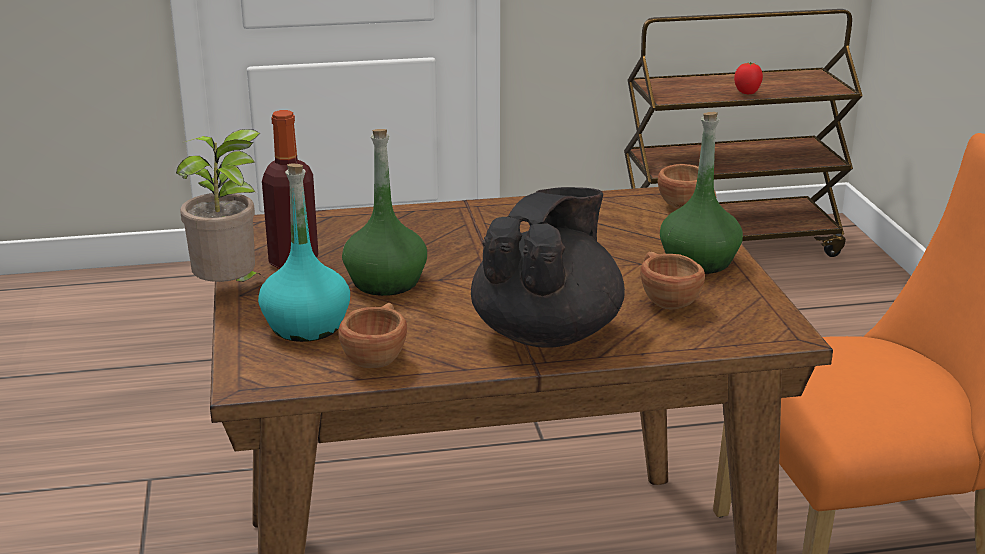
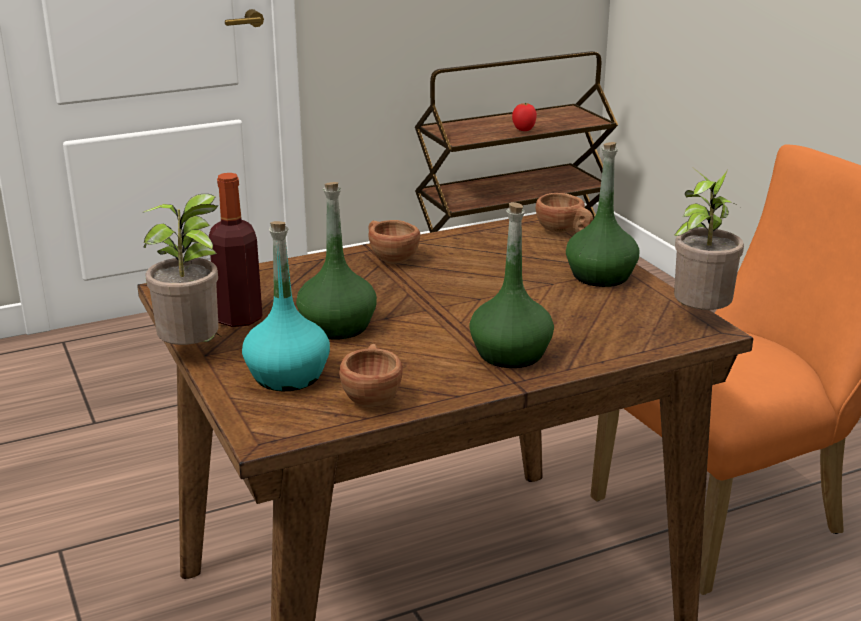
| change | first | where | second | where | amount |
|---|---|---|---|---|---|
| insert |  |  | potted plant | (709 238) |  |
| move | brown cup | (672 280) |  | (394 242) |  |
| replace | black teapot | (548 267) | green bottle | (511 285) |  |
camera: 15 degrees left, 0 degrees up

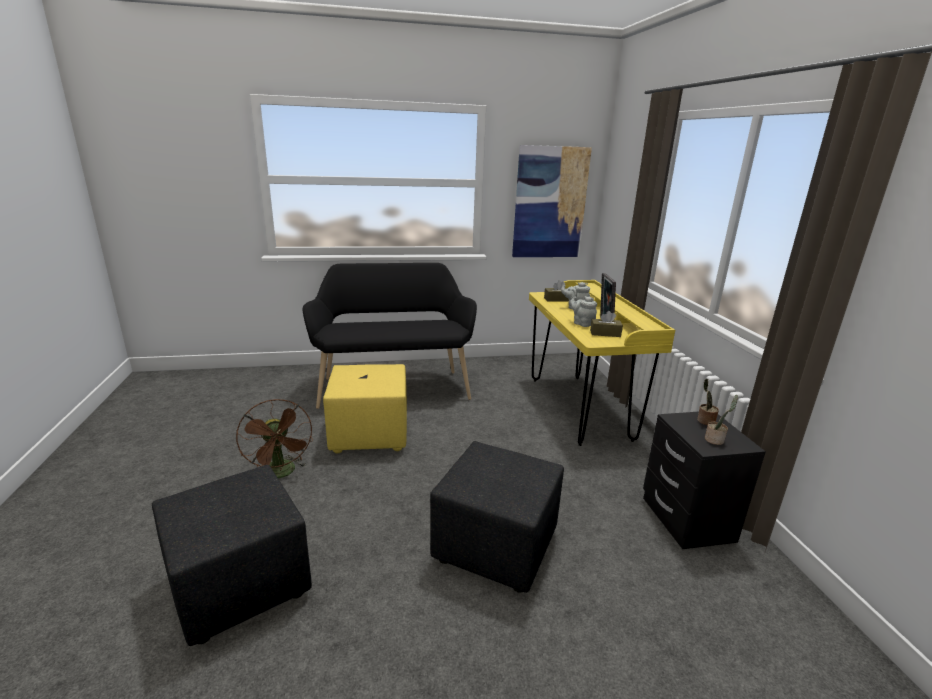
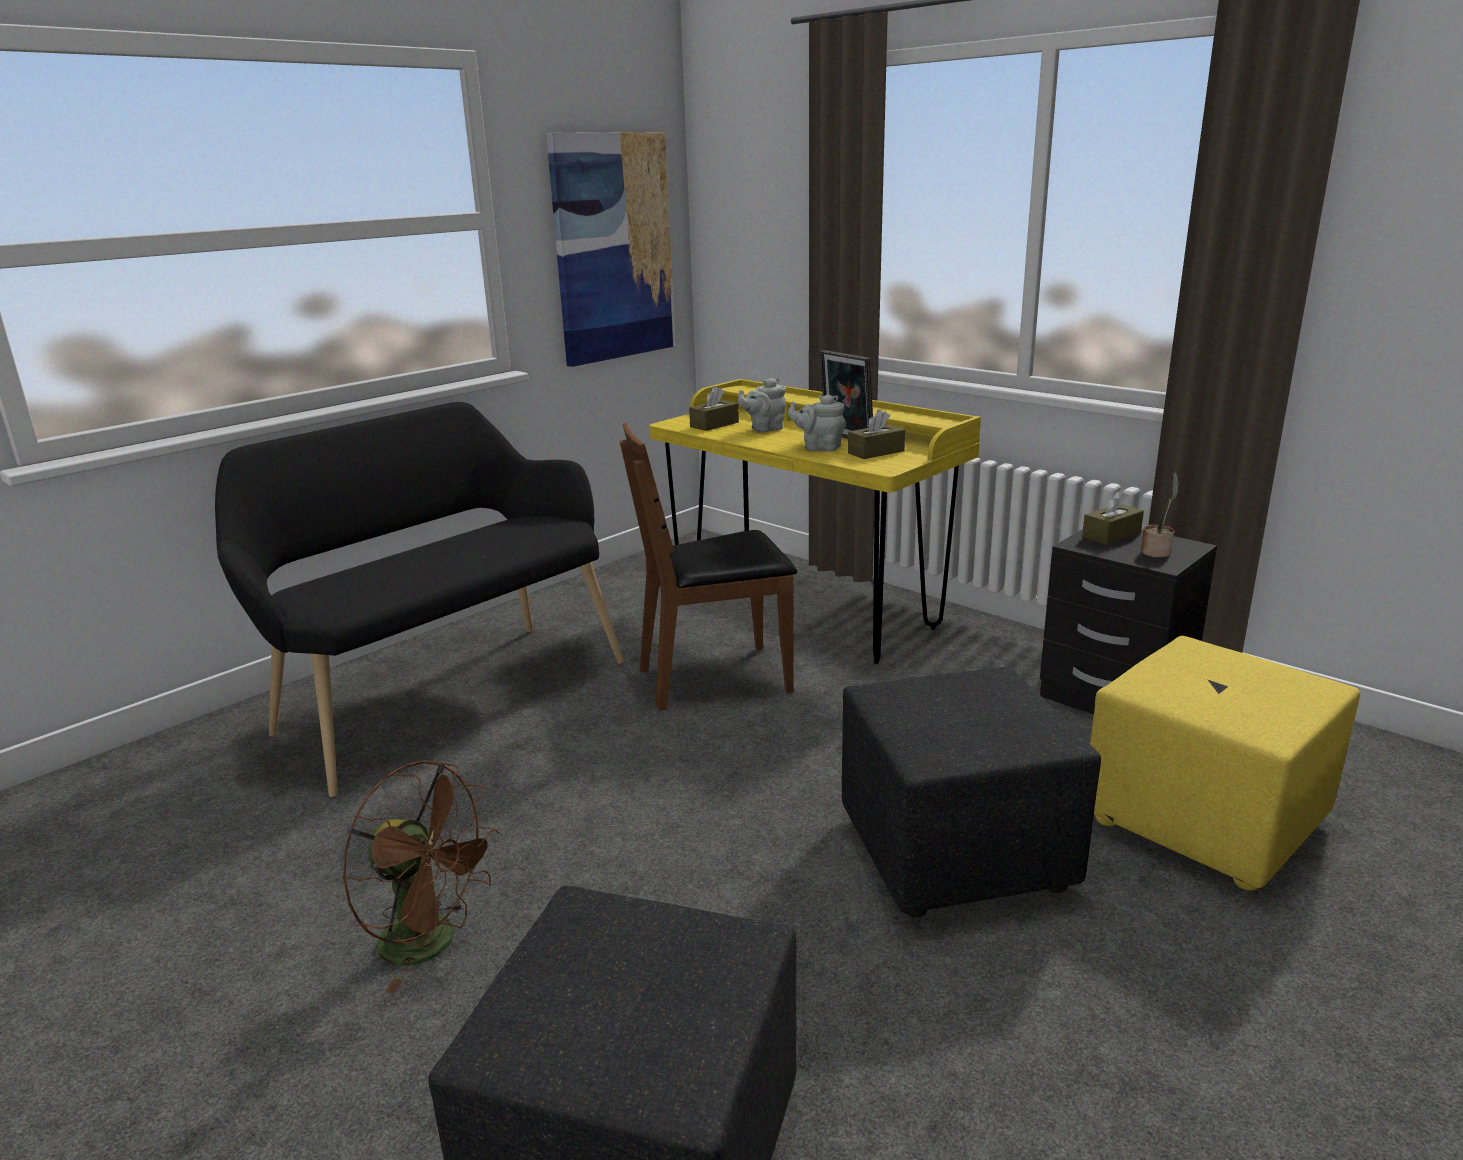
| change | first | where | second | where | amount |
|---|---|---|---|---|---|
| insert |  |  | brown chair | (708 567) |  |
| move | yellow ottoman | (365 408) |  | (1225 763) |  |
| replace | potted plant | (708 402) | brown tissue box | (1113 517) |  |
camera: 35 degrees left, 0 degrees up

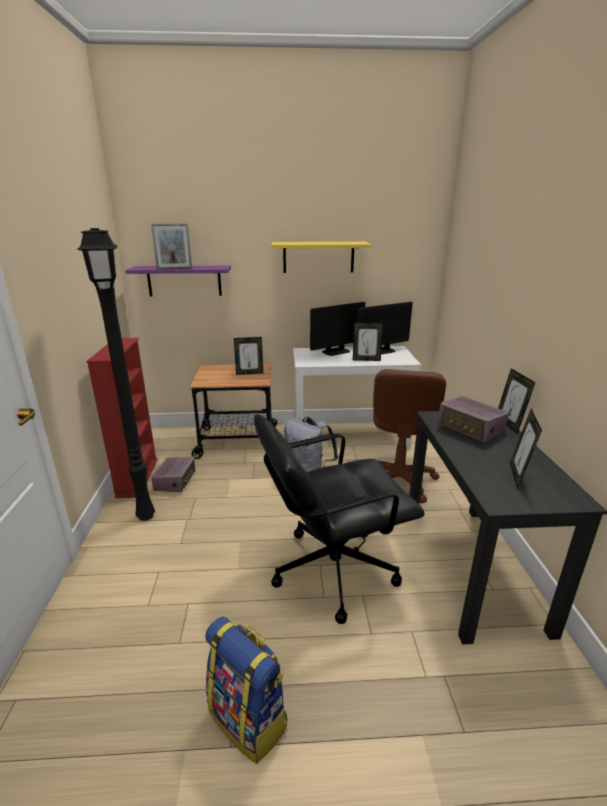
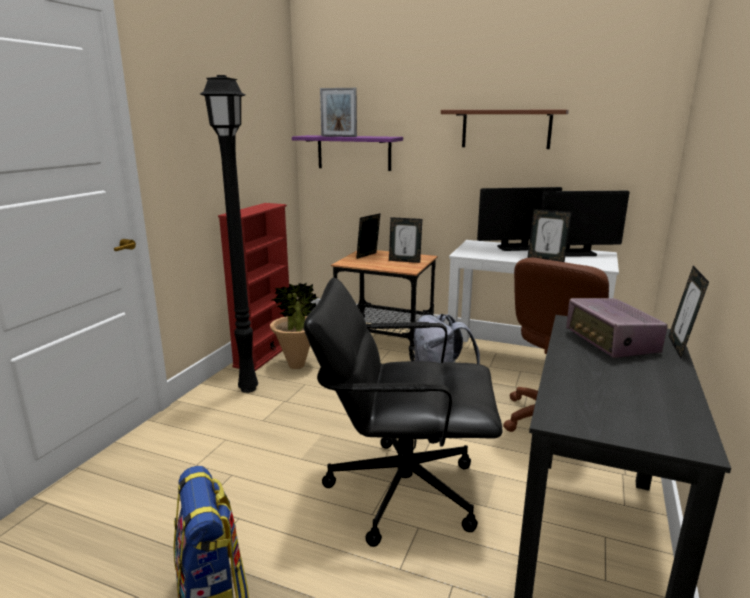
| change | first | where | second | where | amount |
|---|---|---|---|---|---|
| move | picture frame | (526 449) |  | (368 236) |  |
| replace | radio | (173 474) | potted plant | (294 326) |  |
| recolor | yellow shelf | (321 257) | brown shelf | (505 129) |  |
camera: 25 degrees right, 5 degrees down

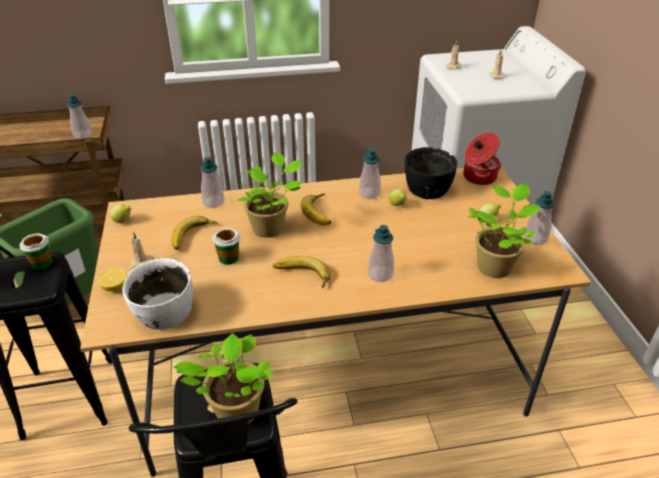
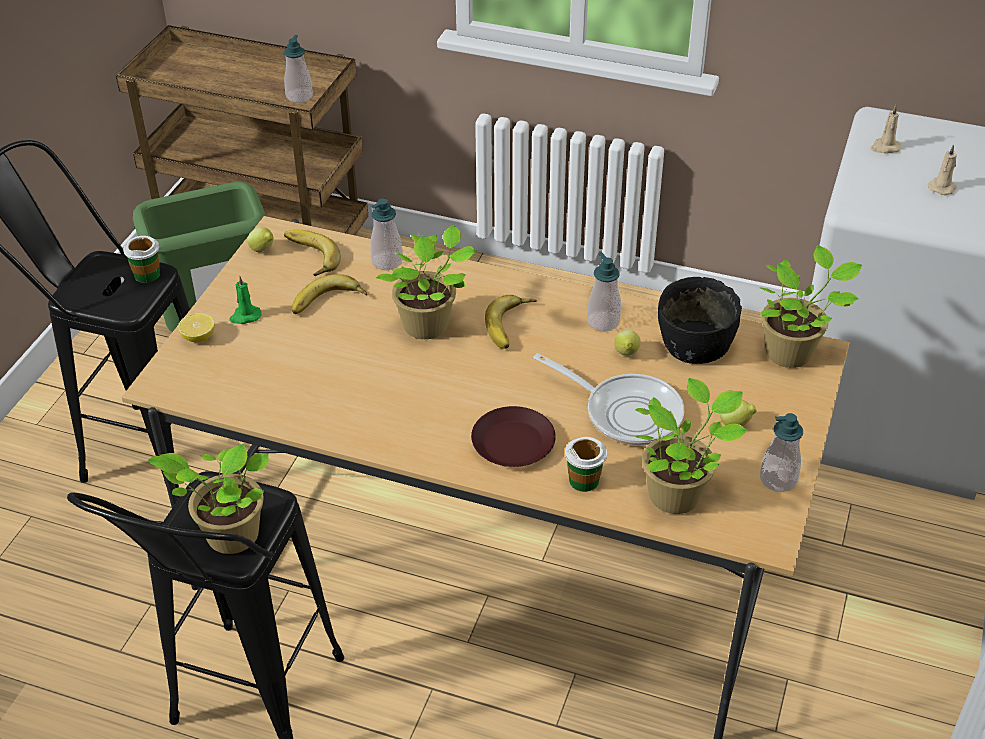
| change | first | where | second | where | amount |
|---|---|---|---|---|---|
| delete | white bowl | (158 294) |  |  |  |
| insert |  |  | frying pan | (608 399) |  |
| move | cup | (226 246) |  | (586 464) |  |
| move | banana | (302 272) |  | (312 253) |  |
| replace | soap dispenser | (381 253) | brown plate | (513 436) |  |
| replace | cooking pot | (482 159) | potted plant | (810 306) |  |
| recolor | beige candle | (141 251) | green candle | (245 299) |  |
camera: 30 degrees right, 5 degrees up

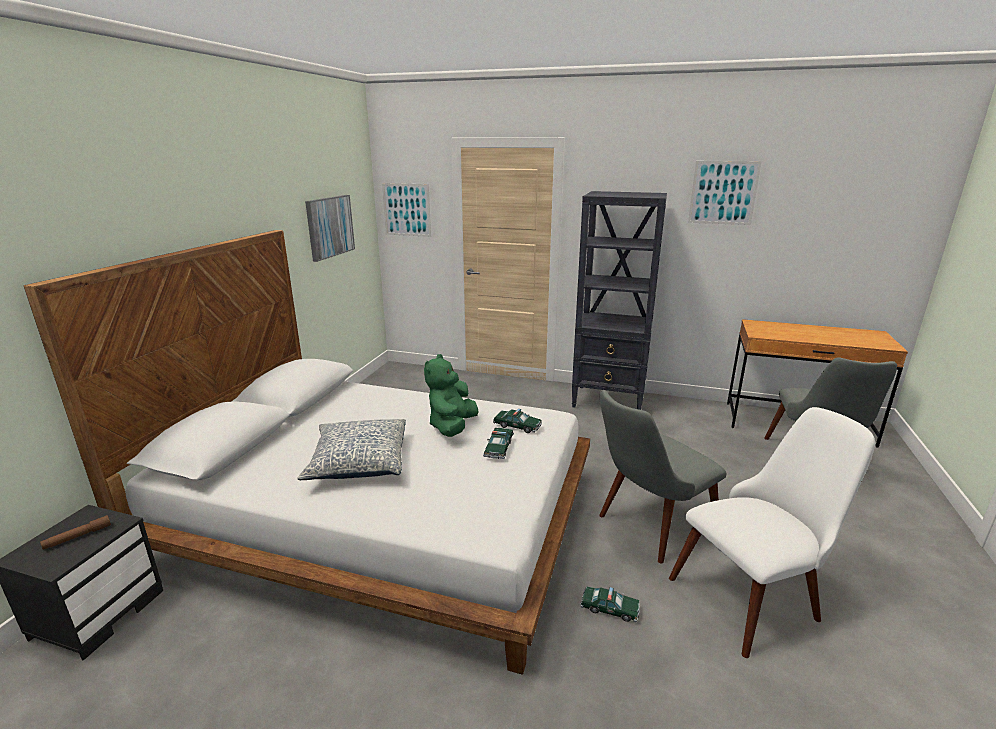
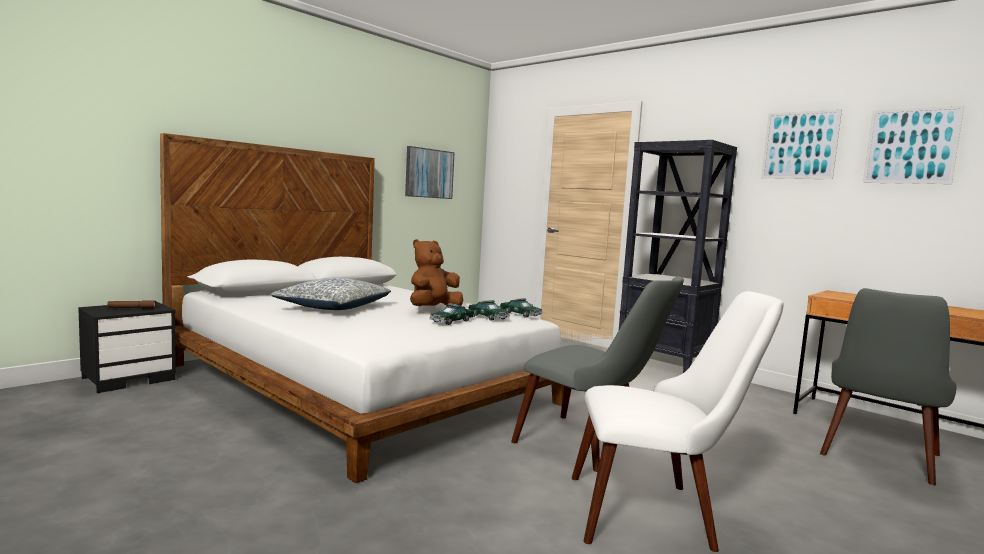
| change | first | where | second | where | amount |
|---|---|---|---|---|---|
| move | picture | (406 210) |  | (913 144) |  |
| move | toy car | (610 604) |  | (521 308) |  |
| recolor | green plush toy | (451 395) | brown plush toy | (436 272) |  |
| rotate | grey chair | (662 477) |  | (597 374) | 135 degrees counterclockwise |
camera: 25 degrees right, 15 degrees down

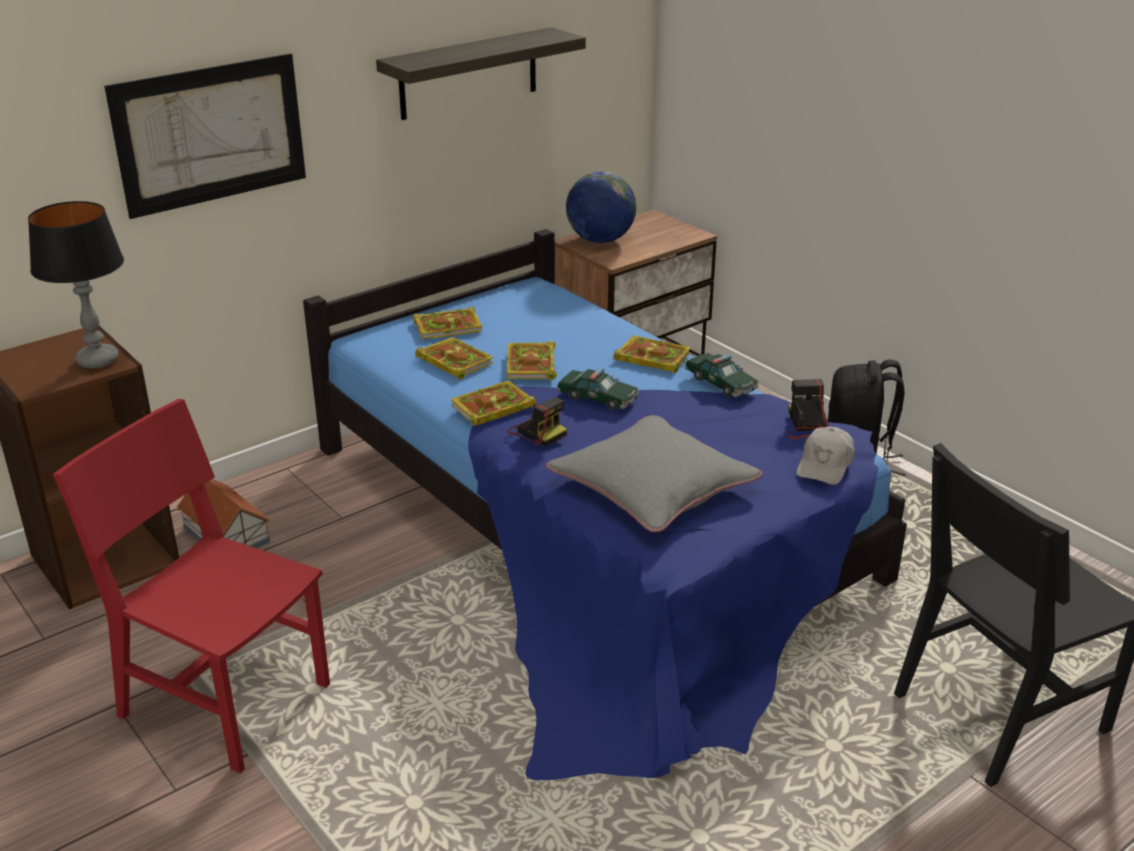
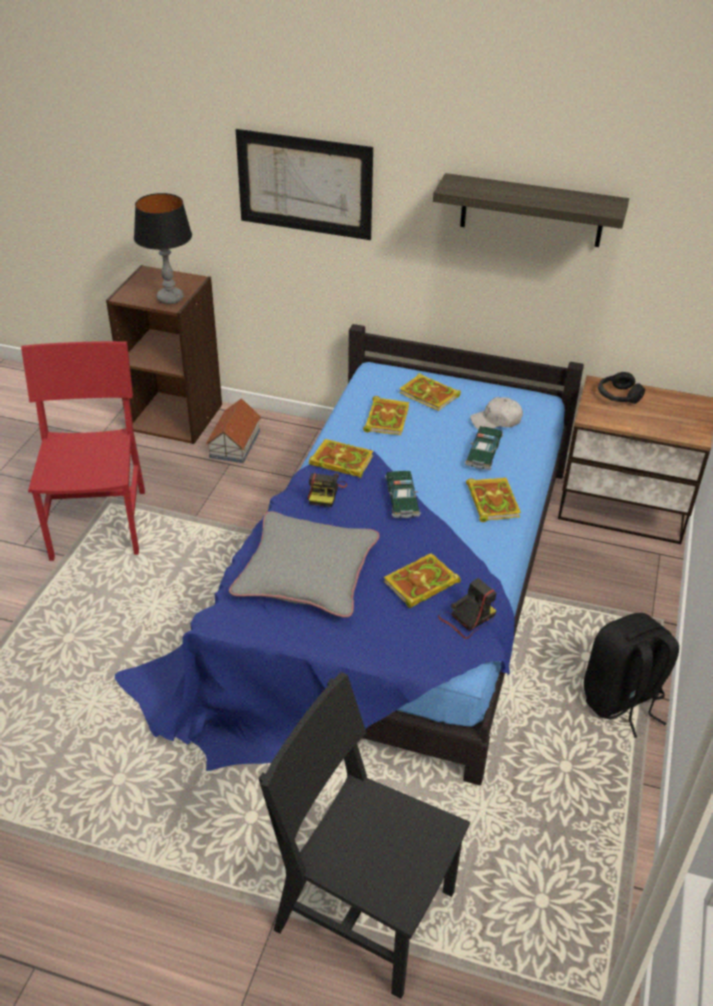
| change | first | where | second | where | amount |
|---|---|---|---|---|---|
| move | book | (532 360) |  | (422 580) |  |
| move | toy car | (721 375) |  | (484 448) |  |
| move | white cap | (826 456) |  | (496 413) |  |
| replace | globe | (601 207) | black headphones | (621 388) |  |
camera: 55 degrees right, 10 degrees up

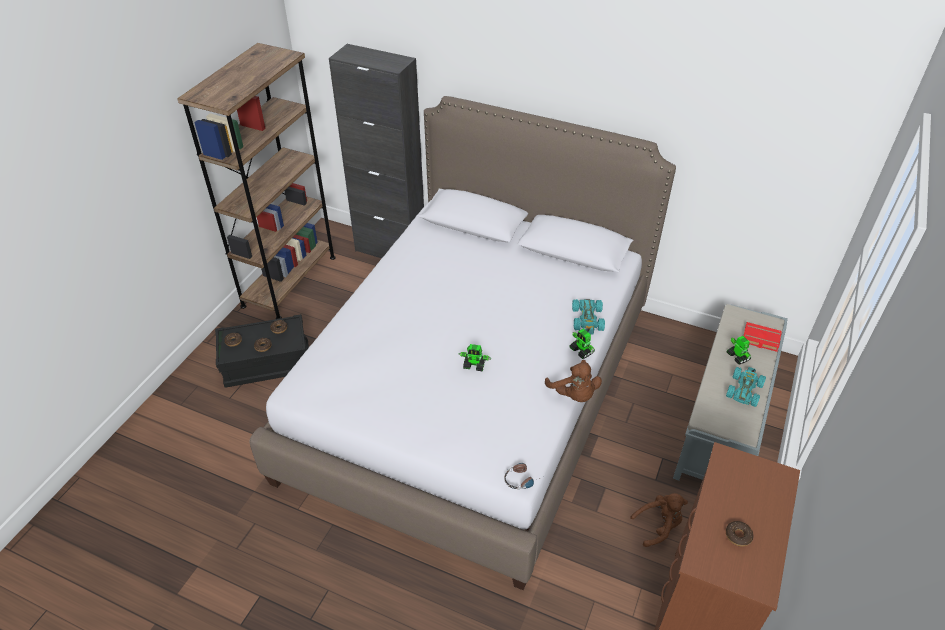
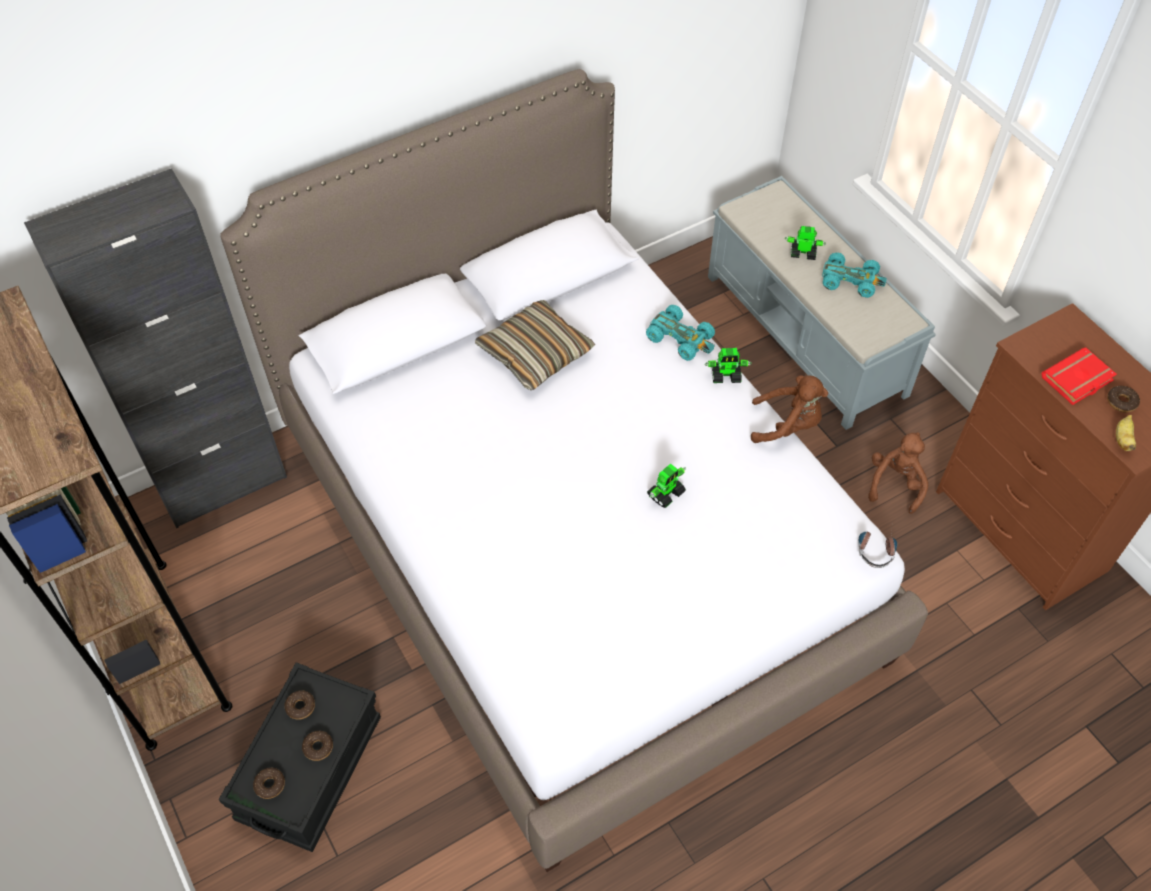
| change | first | where | second | where | amount |
|---|---|---|---|---|---|
| insert |  |  | pillow | (535 345) |  |
| insert |  |  | banana | (1126 433) |  |
| move | red book | (763 337) |  | (1079 376) |  |
| rotate | turquoise toy car | (746 387) |  | (854 275) | 135 degrees clockwise |
camera: 55 degrees left, 10 degrees up

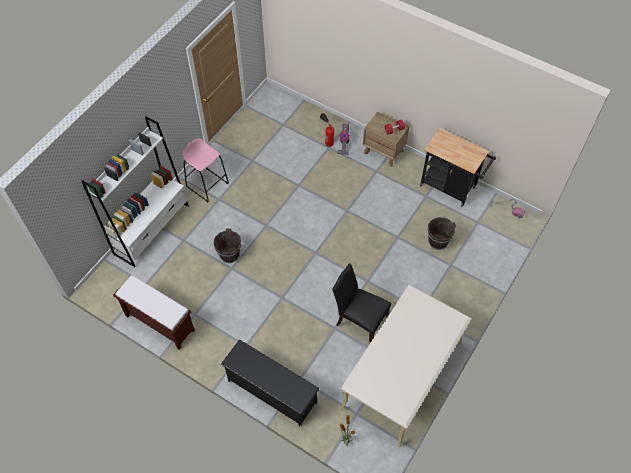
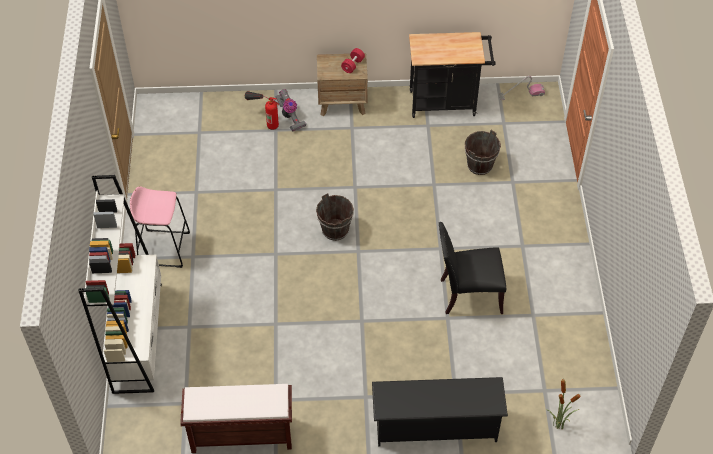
| change | first | where | second | where | amount |
|---|---|---|---|---|---|
| delete | beige desk | (406 366) |  |  |  |
| move | brown bucket | (228 245) |  | (335 217) |  |
camera: 35 degrees left, 5 degrees down

